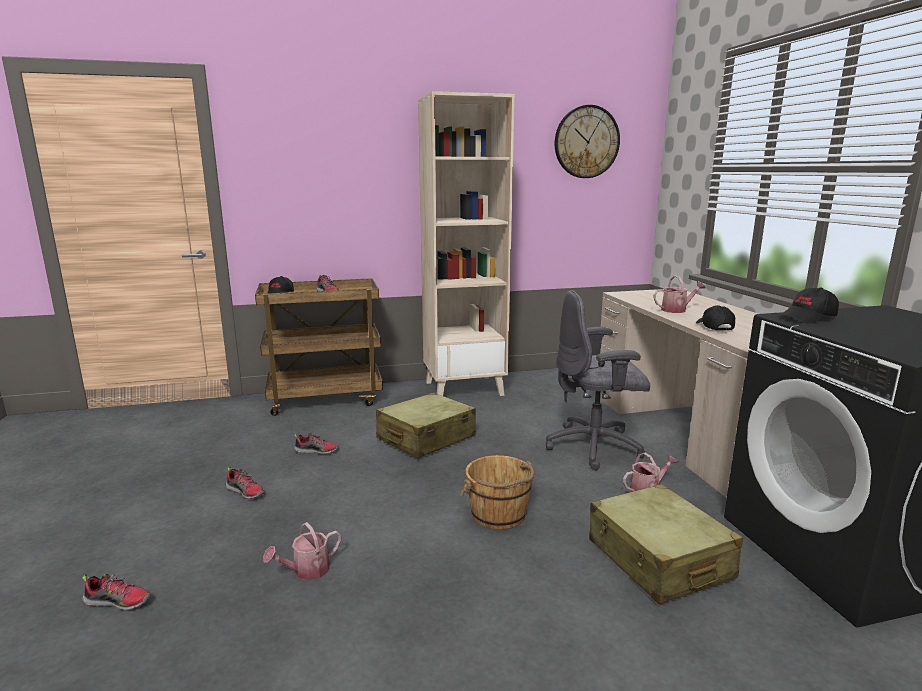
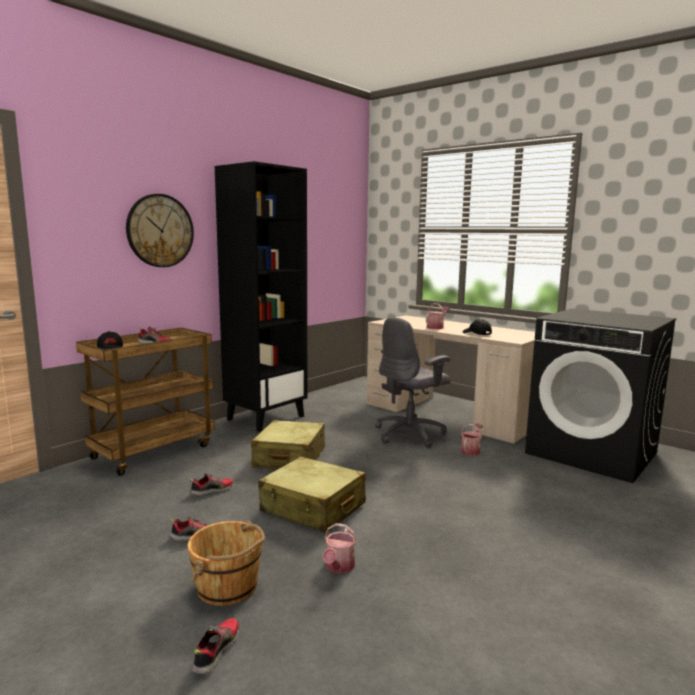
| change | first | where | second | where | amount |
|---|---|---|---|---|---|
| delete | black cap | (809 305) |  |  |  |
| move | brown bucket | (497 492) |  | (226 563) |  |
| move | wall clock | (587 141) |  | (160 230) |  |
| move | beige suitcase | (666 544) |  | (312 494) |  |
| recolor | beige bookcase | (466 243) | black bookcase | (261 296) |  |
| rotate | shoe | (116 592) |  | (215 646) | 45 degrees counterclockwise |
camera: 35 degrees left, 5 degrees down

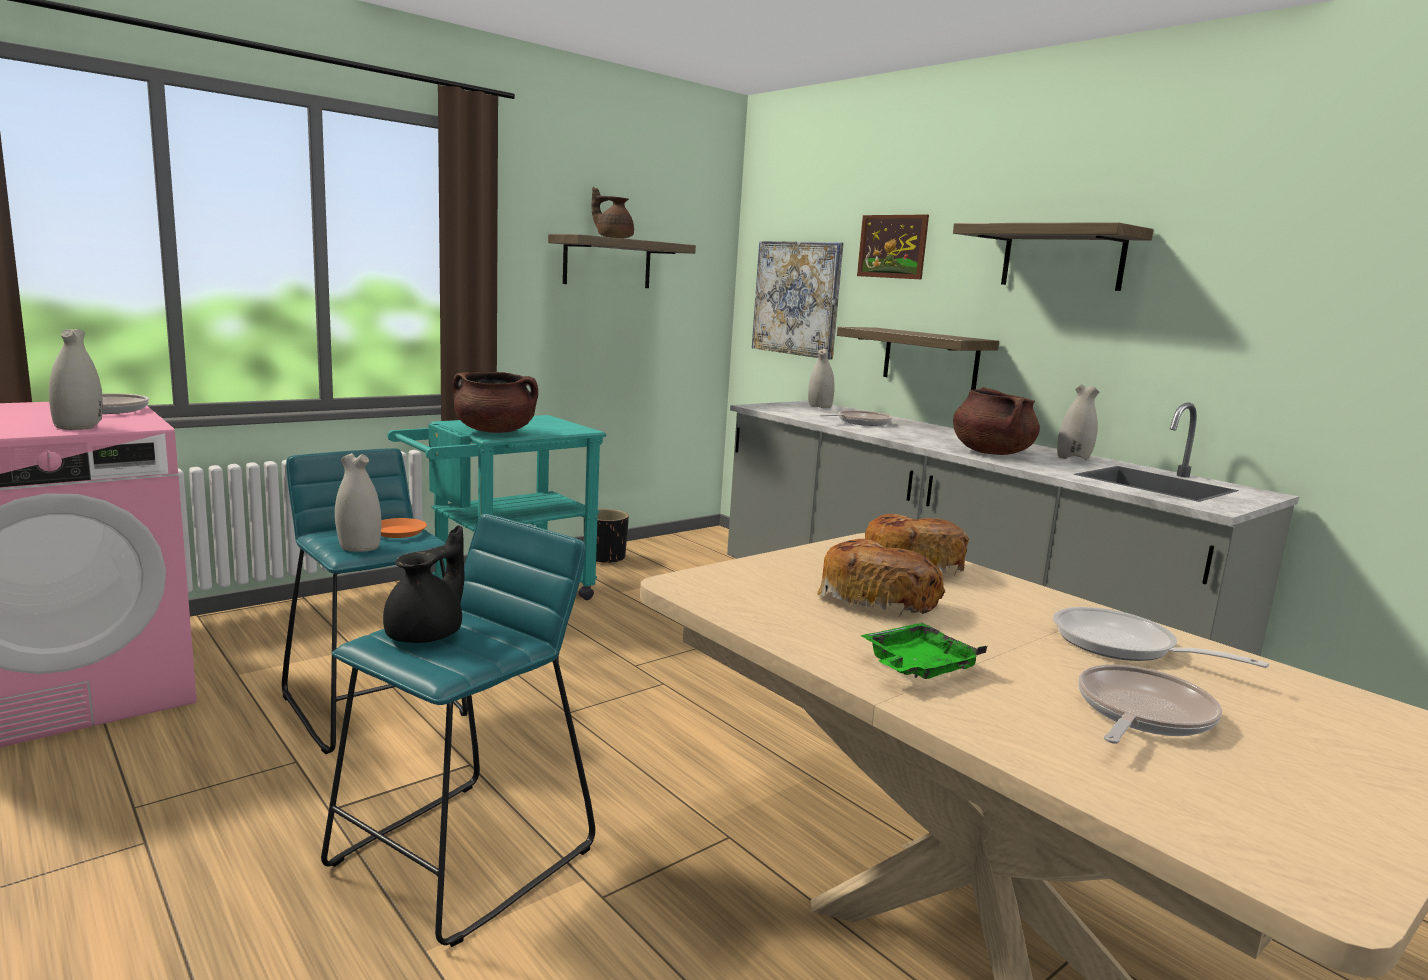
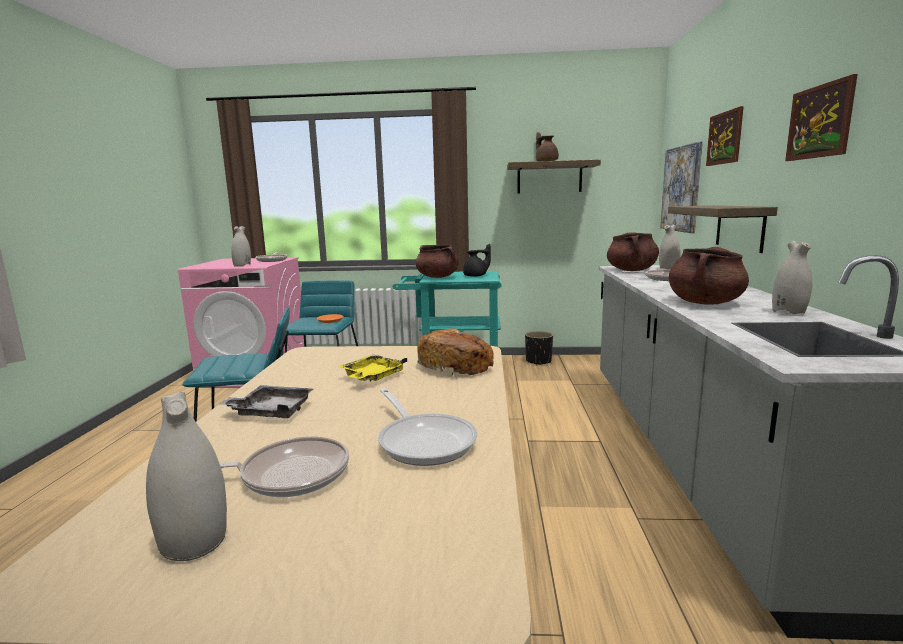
| change | first | where | second | where | amount |
|---|---|---|---|---|---|
| insert |  |  | brown cooking pot | (633 251) |  |
| move | white vase | (358 502) |  | (186 476) |  |
| move | black teapot | (424 584) |  | (477 260) |  |
| replace | bread | (881 577) | yellow tray | (372 368) |  |
| replace | shelf | (1053 256) | picture | (821 117) |  |
| recolor | green tray | (923 651) | grey tray | (265 401) |  |
| rotate | frying pan | (1161 637) |  | (427 427) | 150 degrees clockwise |
camera: 45 degrees right, 0 degrees up

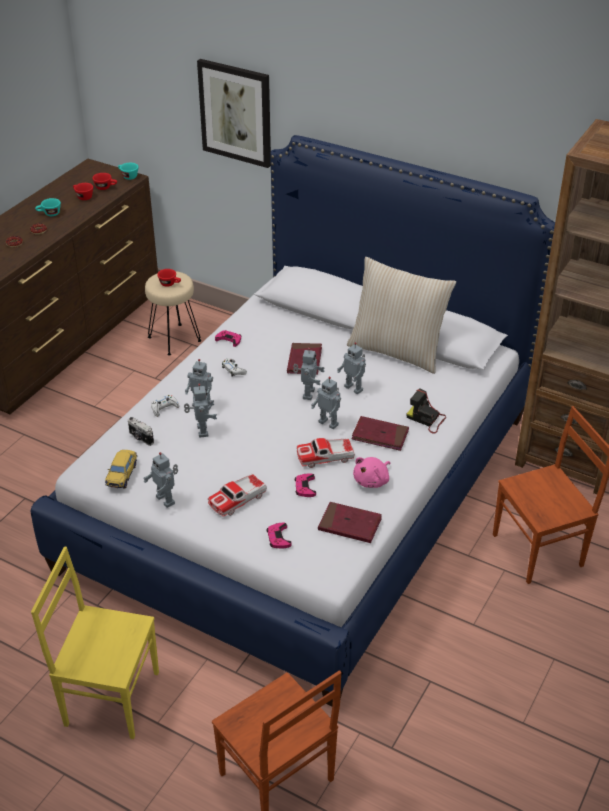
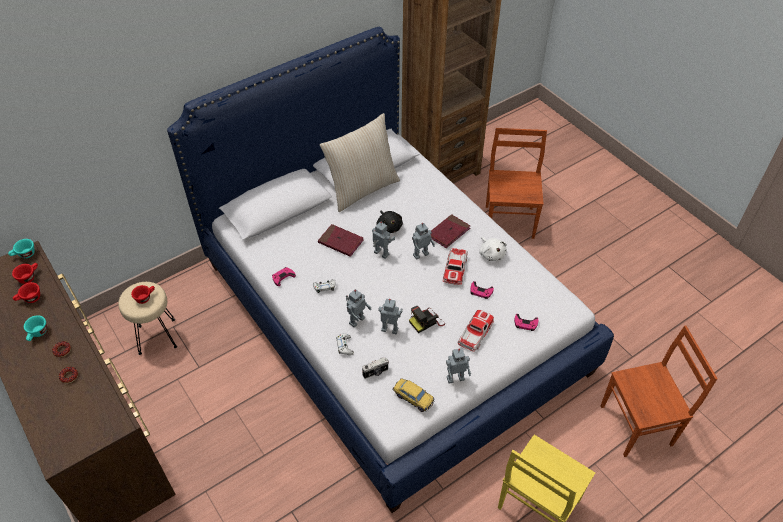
| change | first | where | second | where | amount |
|---|---|---|---|---|---|
| delete | picture | (234 113) |  |  |  |
| delete | red book | (350 522) |  |  |  |
| move | photo camera | (426 411) |  | (427 319) |  |
| replace | toy robot | (351 368) | black plush toy | (389 222) |  |
| recolor | pink plush toy | (371 472) | white plush toy | (493 249) |  |
| rotate | toy car | (237 495) |  | (475 331) | 135 degrees counterclockwise |
camera: 65 degrees left, 10 degrees up

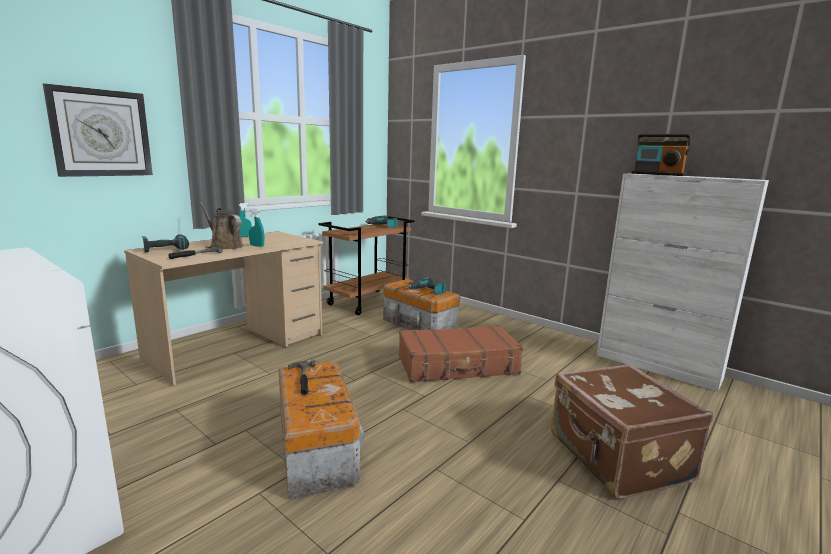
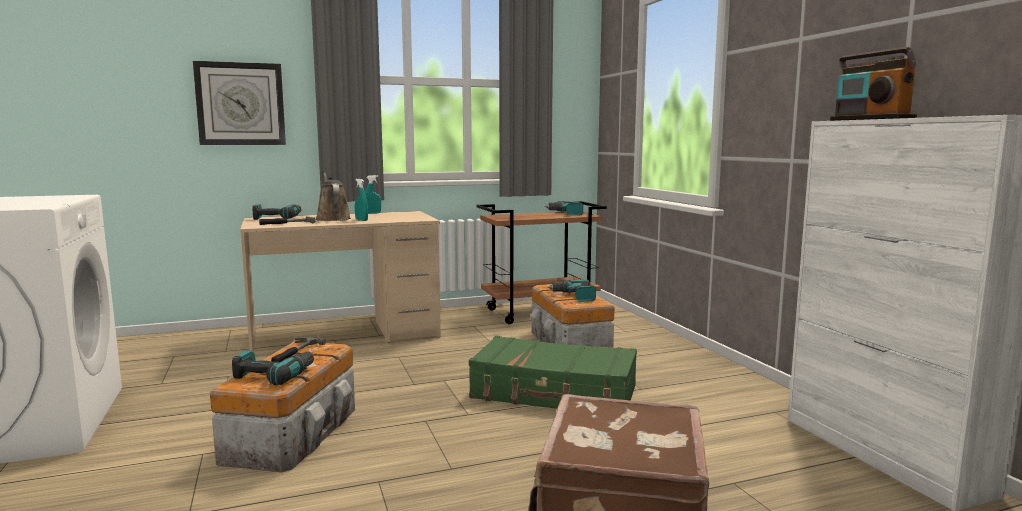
| change | first | where | second | where | amount |
|---|---|---|---|---|---|
| insert |  |  | power drill | (273 367) |  |
| recolor | brown suitcase | (461 354) | green suitcase | (553 372) |  |
camera: 30 degrees right, 5 degrees down

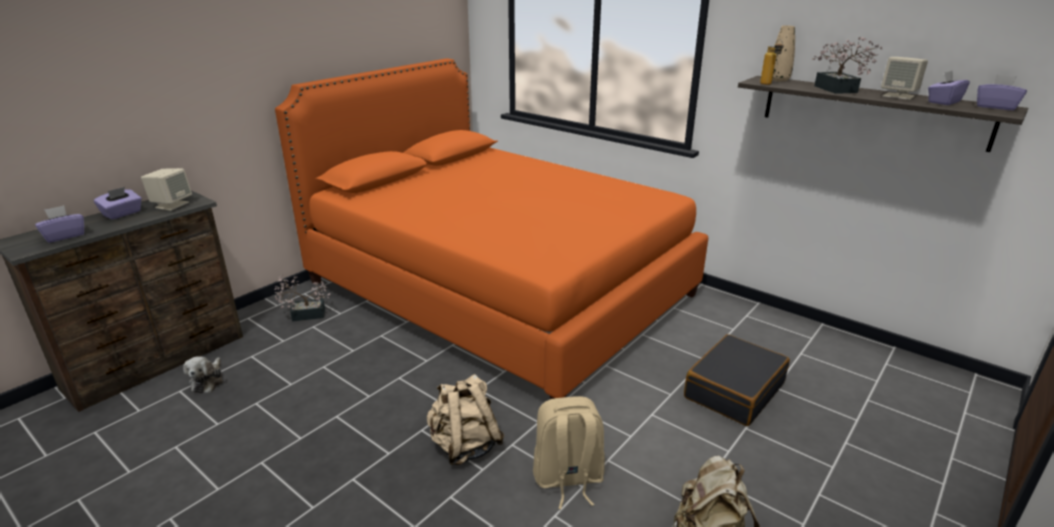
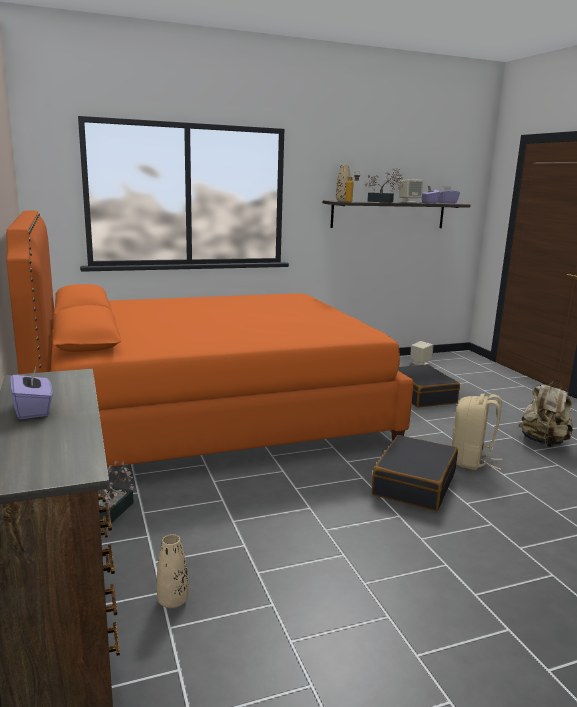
| change | first | where | second | where | amount |
|---|---|---|---|---|---|
| delete | purple tissue box | (59 224) |  |  |  |
| move | beige speaker | (166 189) |  | (421 353) |  |
| replace | plush toy | (203 374) | beige vase | (173 571) |  |
| replace | beige backpack | (465 419) | black suitcase | (415 473) |  |
camera: 60 degrees left, 10 degrees down

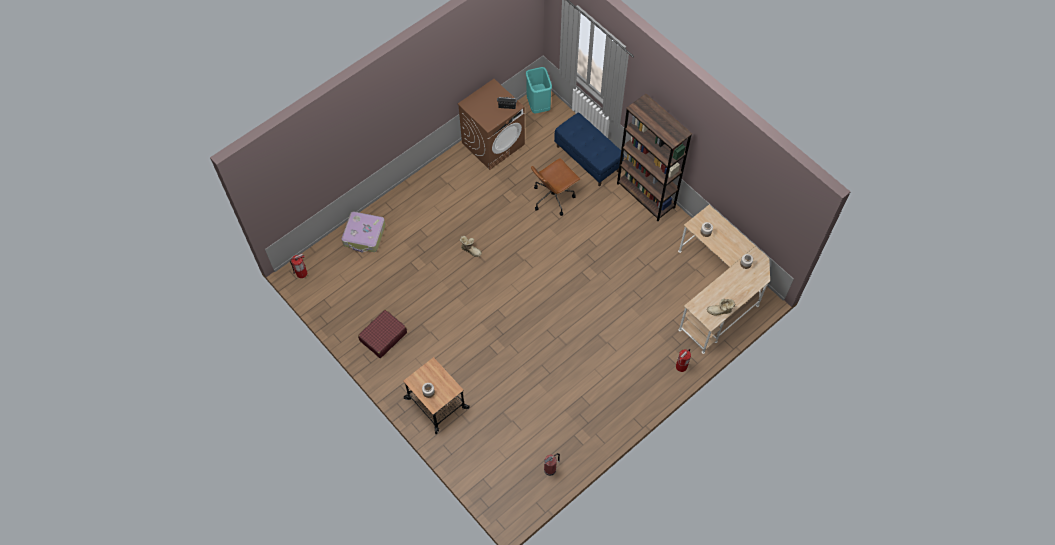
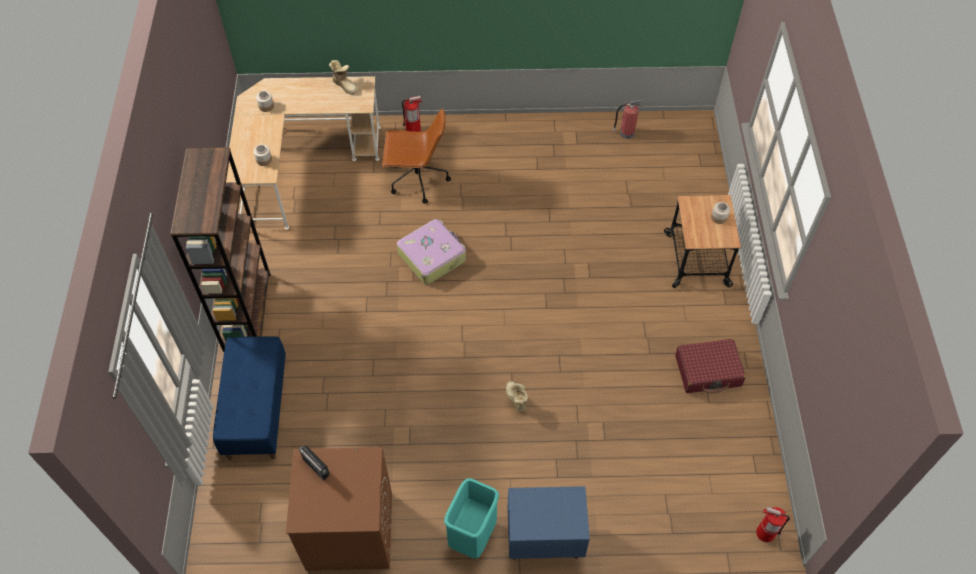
| change | first | where | second | where | amount |
|---|---|---|---|---|---|
| insert |  |  | blue nightstand | (548 523) |  |
| move | suitcase | (364 232) |  | (431 251) |  |
| move | turquoise trash can | (539 90) |  | (471 518) |  |
| move | brown office chair | (556 187) |  | (416 156) |  |
camera: 140 degrees left, 5 degrees down

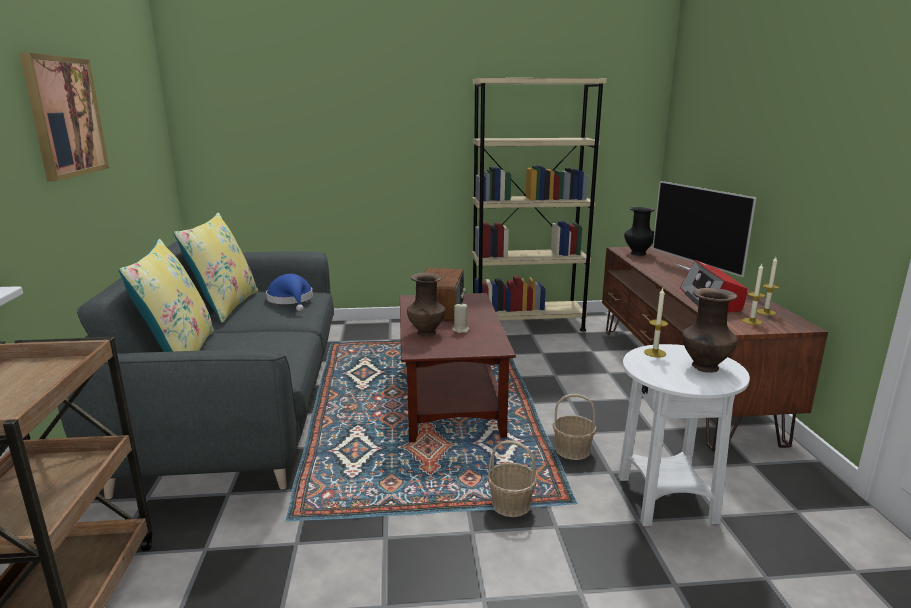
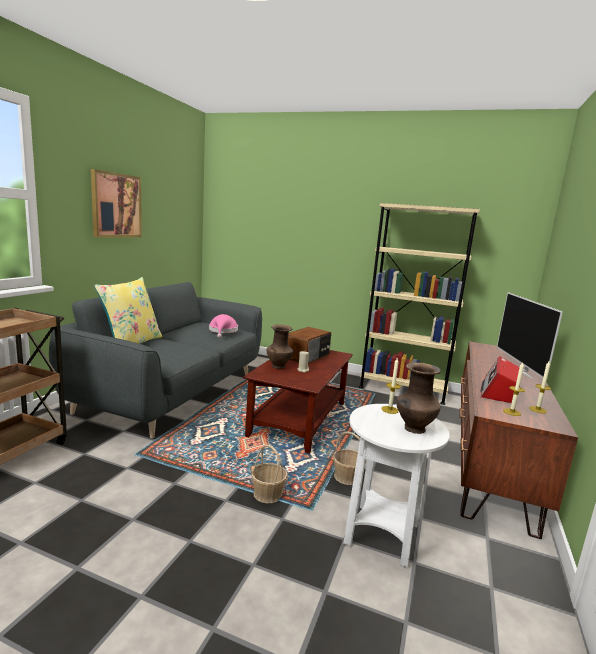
| change | first | where | second | where | amount |
|---|---|---|---|---|---|
| delete | yellow pillow | (215 268) |  |  |  |
| delete | black vase | (639 231) |  |  |  |
| recolor | blue hat | (289 292) | pink hat | (223 326) |  |
camera: 25 degrees right, 5 degrees down

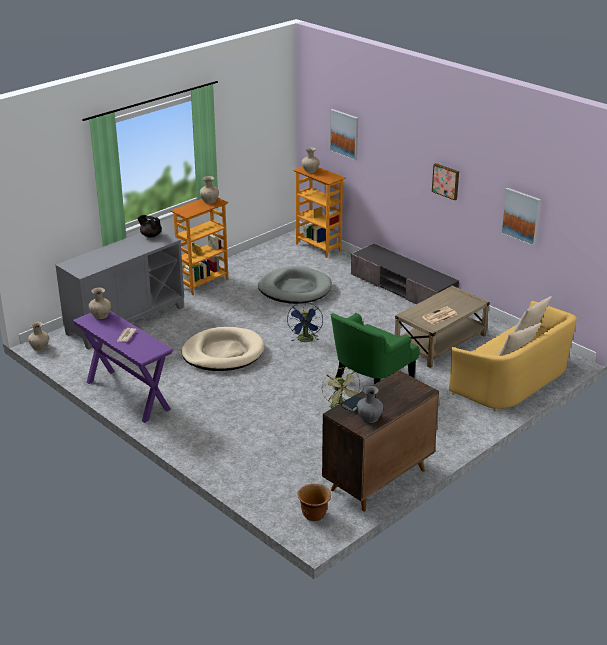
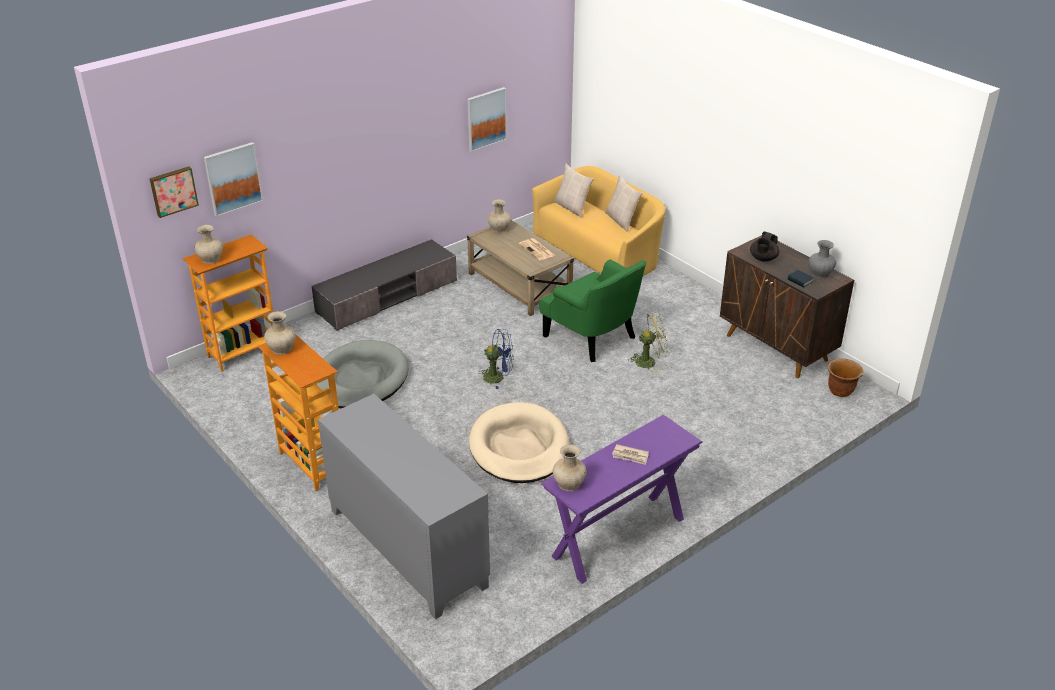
| change | first | where | second | where | amount |
|---|---|---|---|---|---|
| move | beige vase | (38 336) |  | (499 216) |  |
| move | black teapot | (150 226) |  | (764 247) |  |
| move | picture | (445 181) |  | (174 192) |  |
camera: 85 degrees left, 5 degrees up

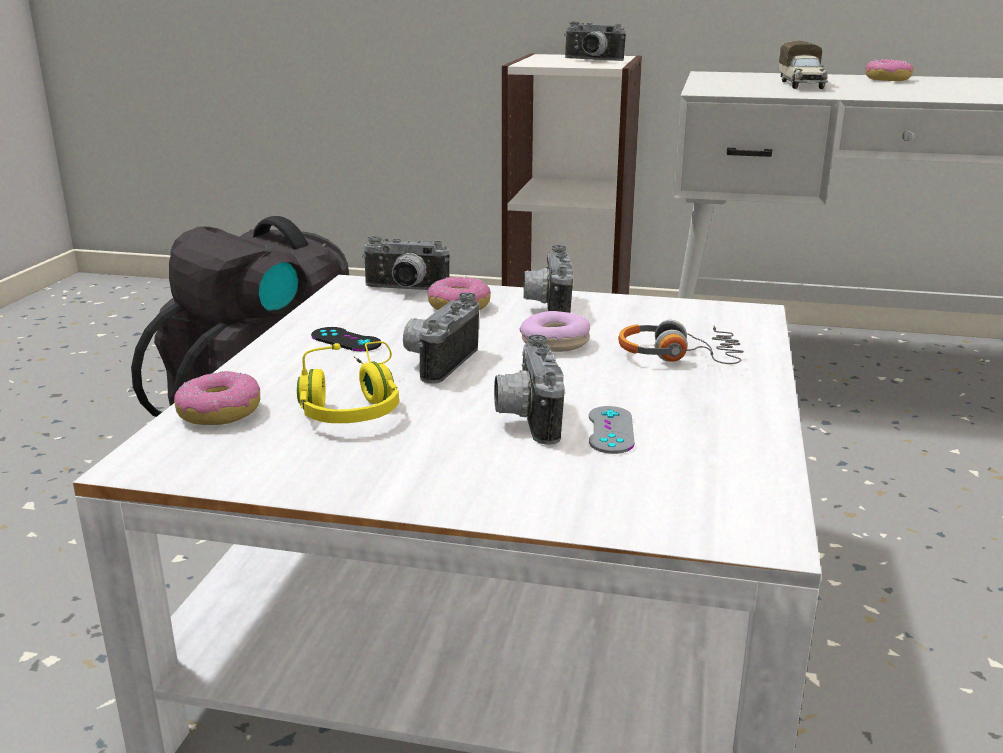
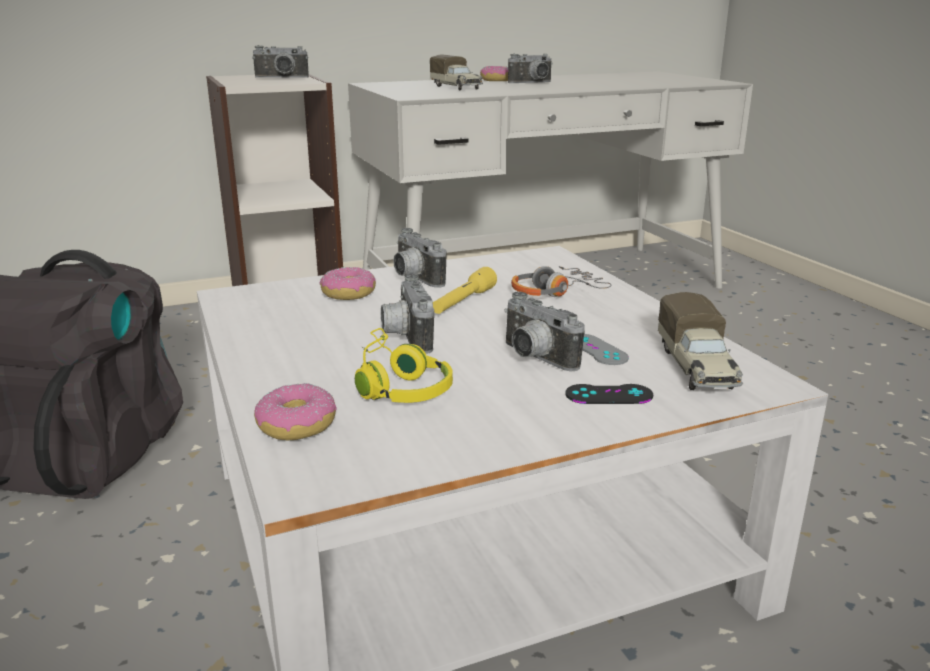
| change | first | where | second | where | amount |
|---|---|---|---|---|---|
| insert |  |  | toy truck | (700 341) |  |
| move | black game controller | (346 339) |  | (609 394) |  |
| move | photo camera | (405 263) |  | (530 68) |  |
| replace | donut | (555 331) | yellow flashlight | (465 290) |  |
camera: 35 degrees left, 0 degrees up

